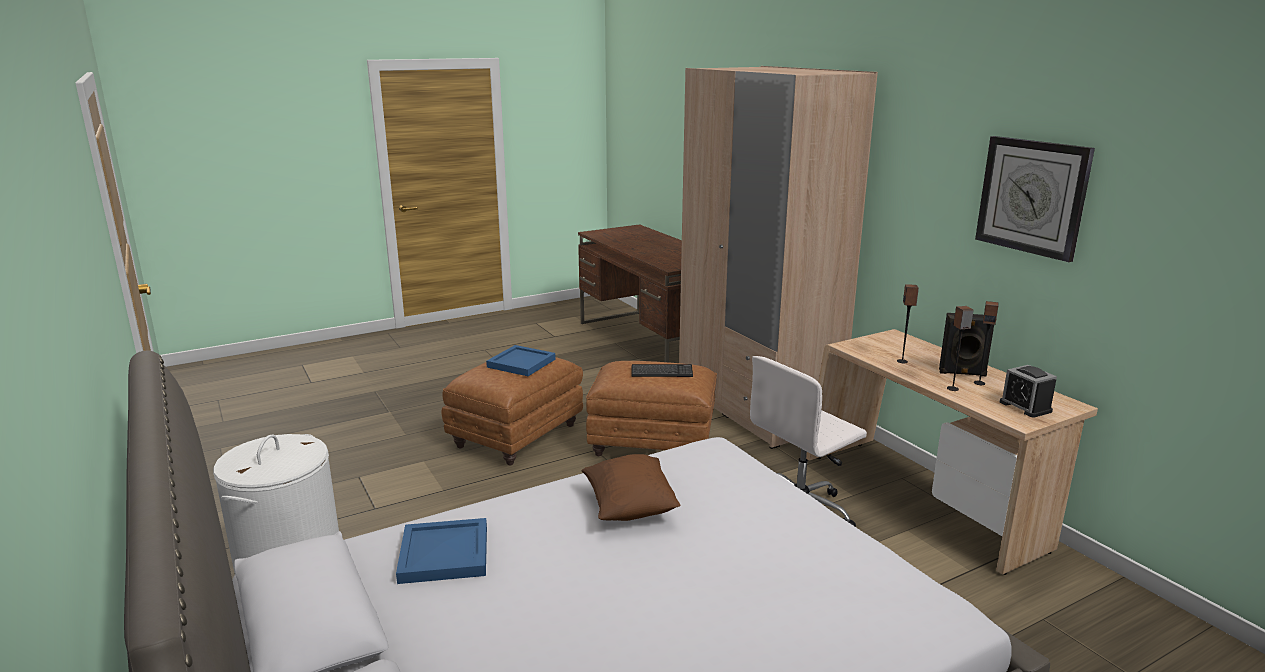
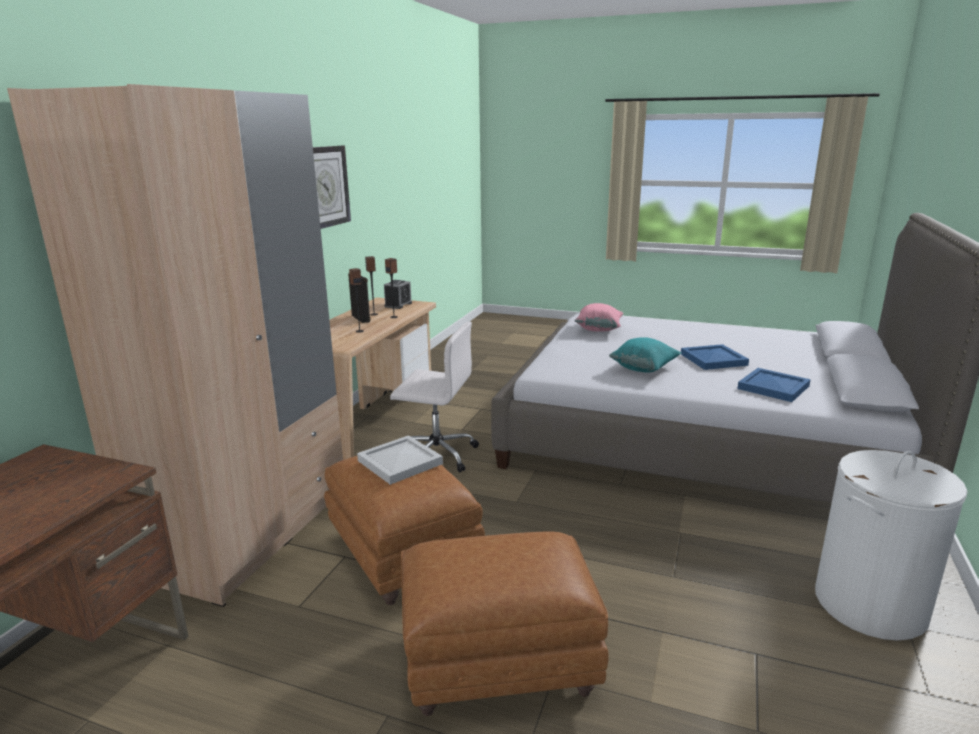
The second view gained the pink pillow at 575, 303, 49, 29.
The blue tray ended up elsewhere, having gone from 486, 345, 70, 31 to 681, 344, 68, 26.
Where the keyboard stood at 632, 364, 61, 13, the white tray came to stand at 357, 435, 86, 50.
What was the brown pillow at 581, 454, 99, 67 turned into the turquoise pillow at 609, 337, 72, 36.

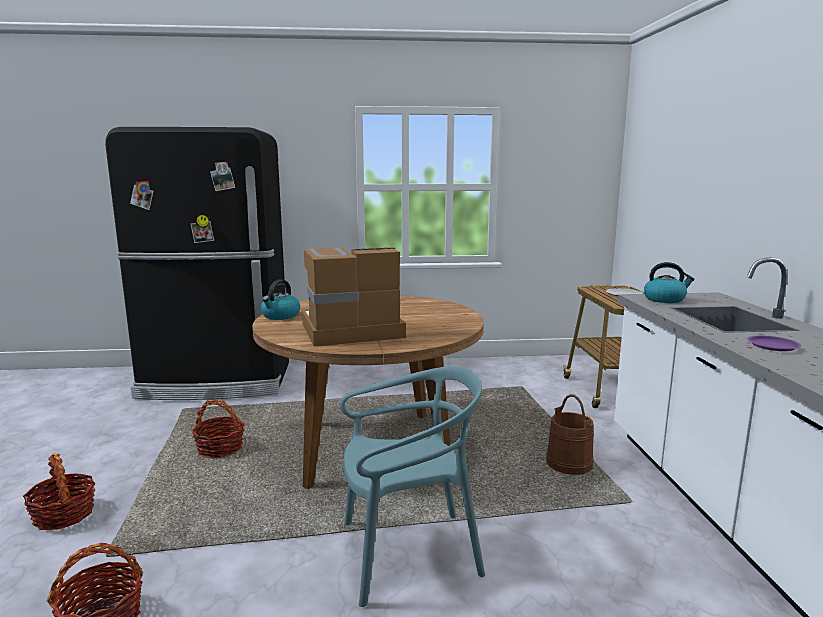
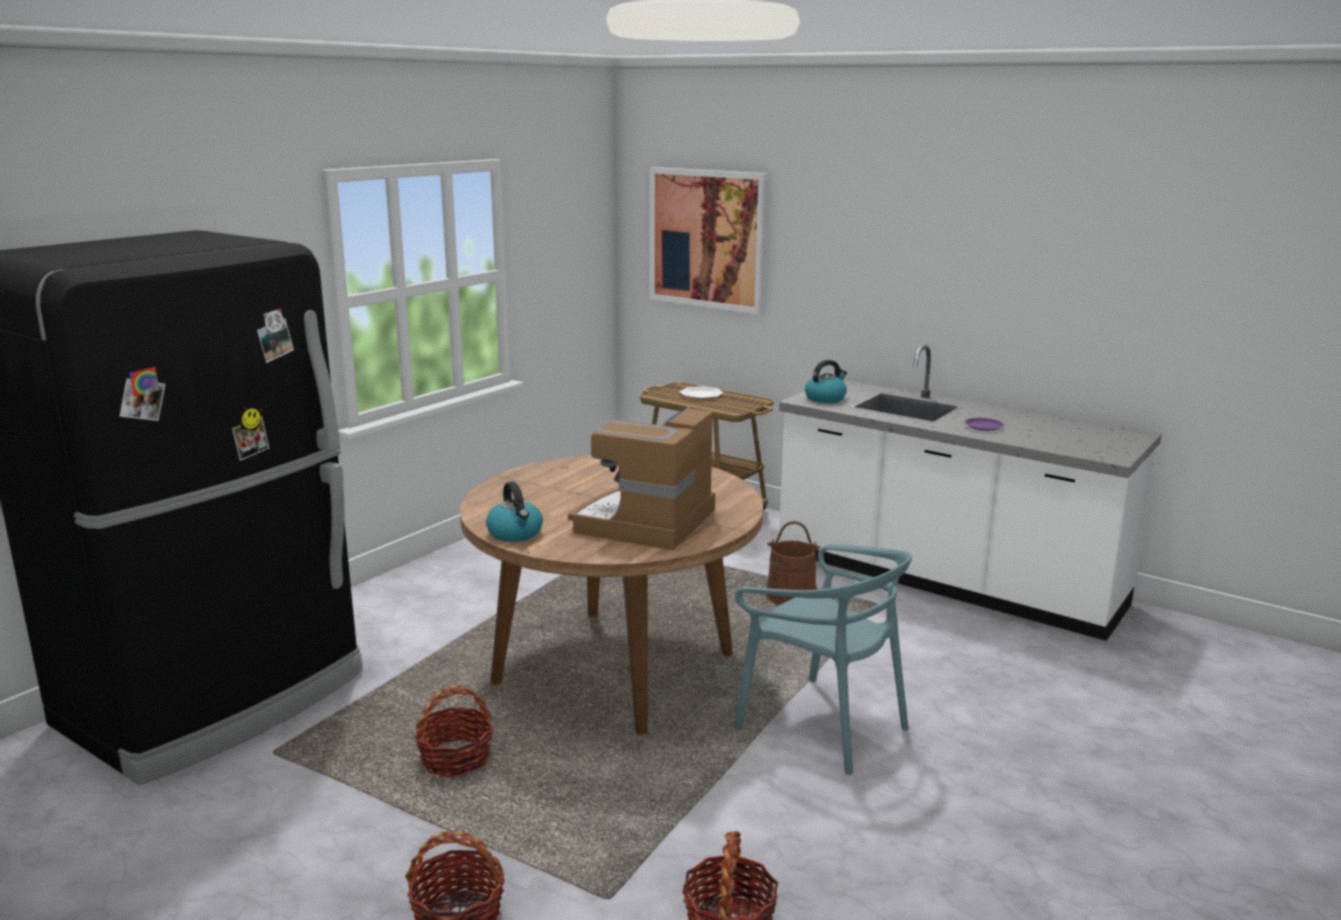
The second view gained the picture at 650, 167, 117, 147.
The turquoise chair at 340, 366, 145, 241 ended up facing another way, 105 degrees clockwise from before.

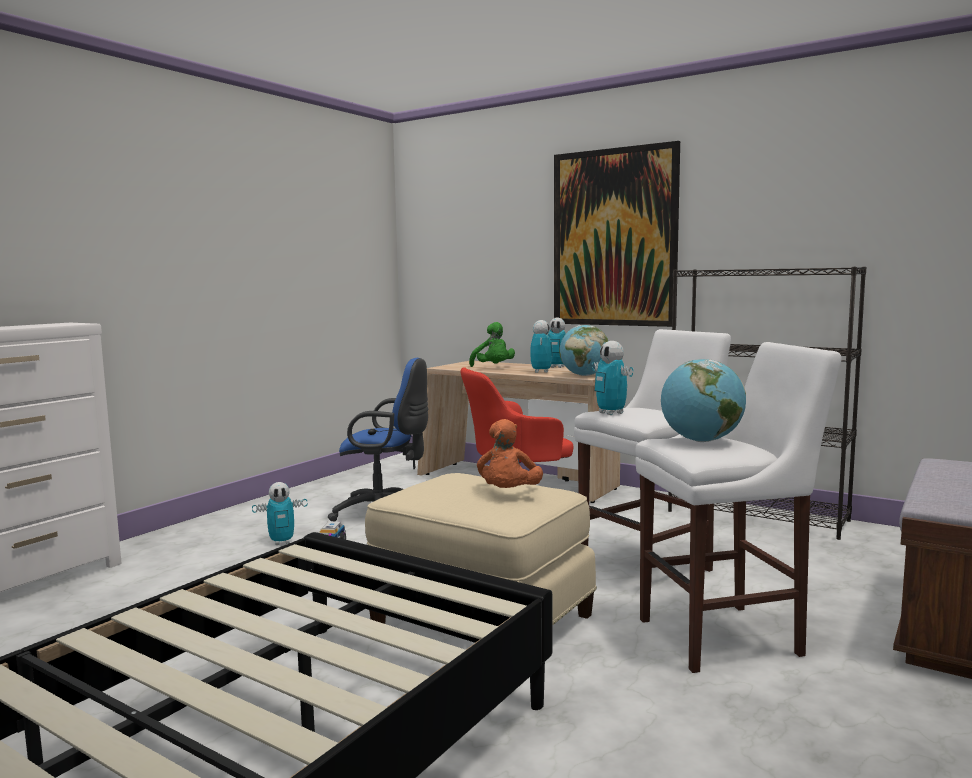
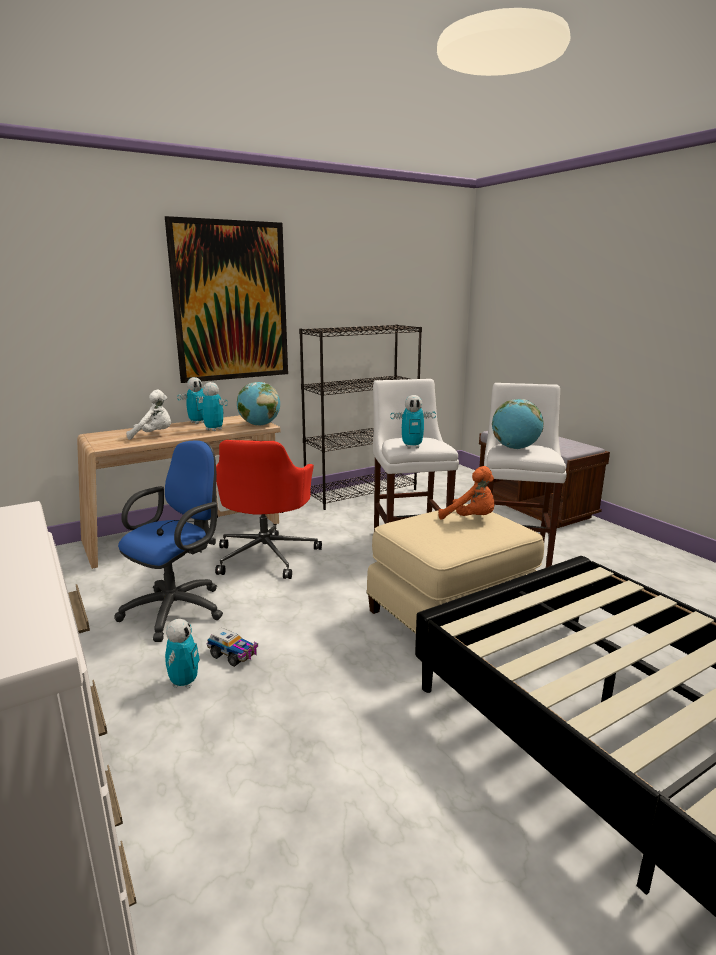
What was the green plush toy at 469, 322, 46, 45 turned into the white plush toy at 126, 389, 45, 51.

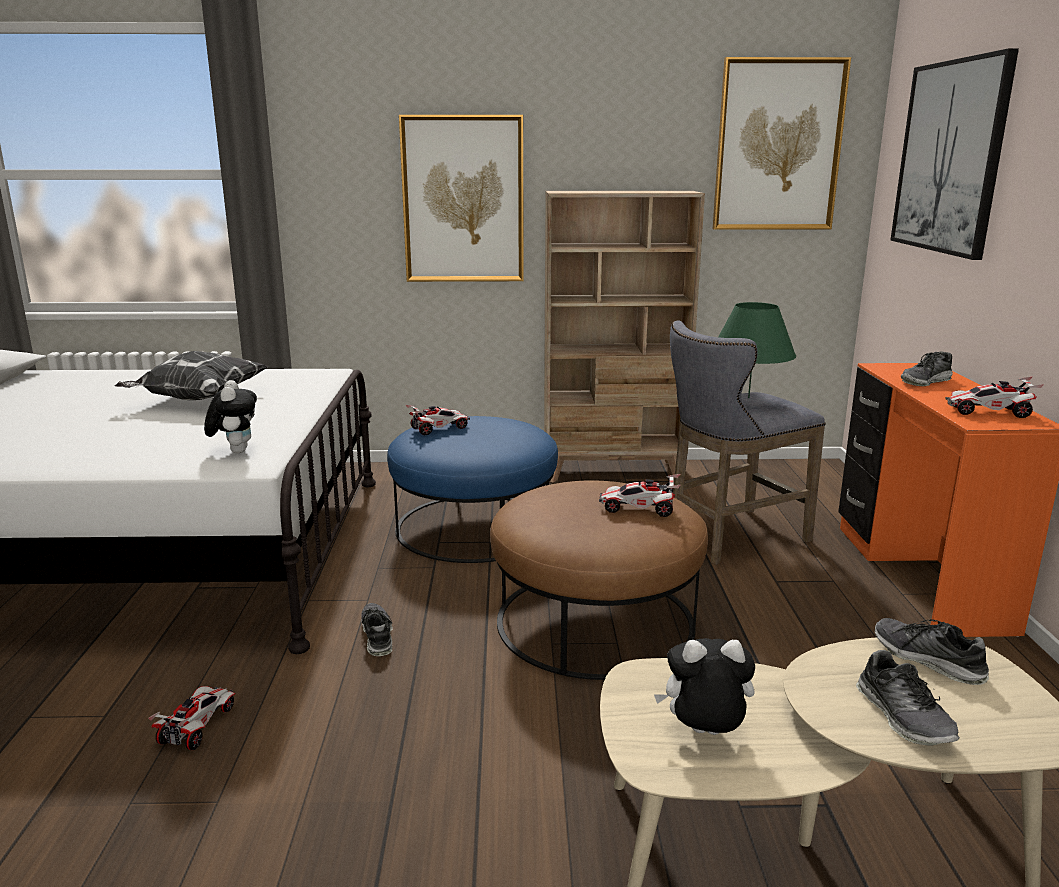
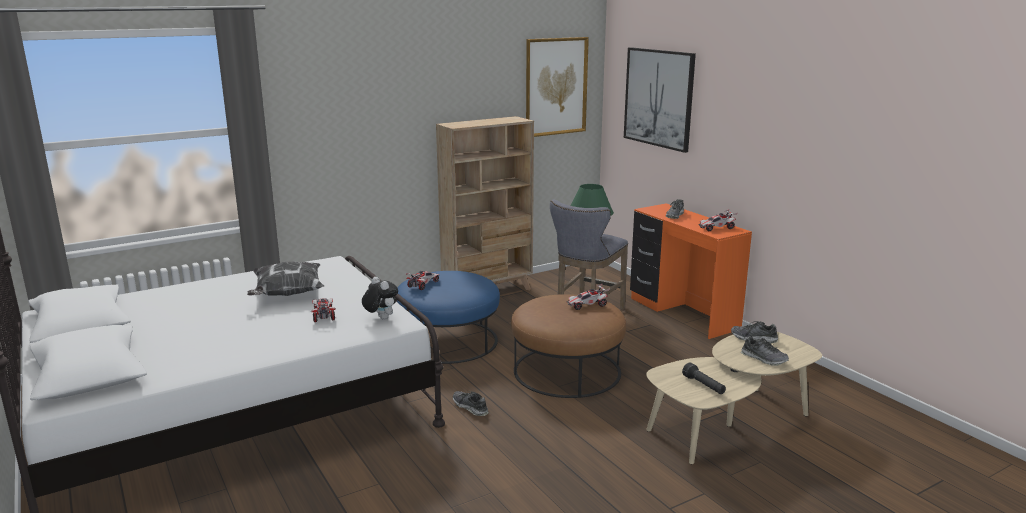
The second view lost the picture at 399, 115, 125, 167.
The toy car ended up elsewhere, having gone from 148, 686, 87, 64 to 311, 298, 25, 24.
Where the plush toy stood at 654, 638, 101, 97, the black flashlight came to stand at 682, 362, 44, 32.

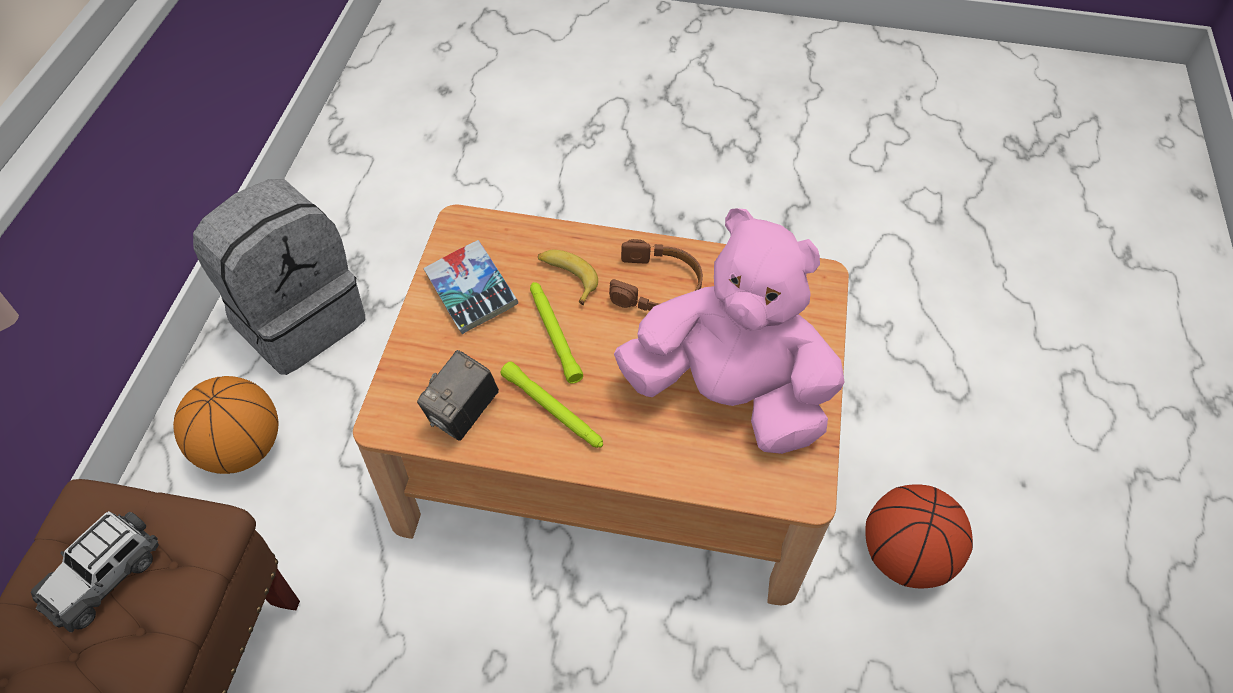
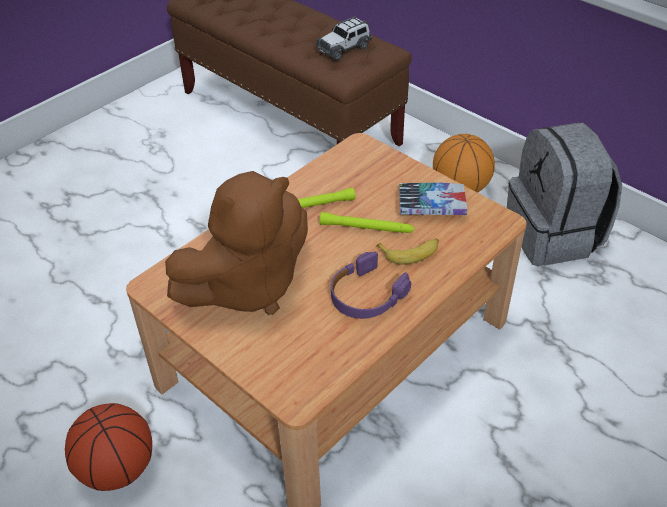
The second view lost the photo camera at 417, 350, 82, 91.
What was the brown headphones at 609, 239, 94, 72 turned into the purple headphones at 331, 251, 80, 68.
What was the pink plush toy at 614, 208, 231, 246 turned into the brown plush toy at 165, 171, 143, 144.
The toy car at 31, 511, 128, 121 ended up facing another way, 105 degrees counterclockwise from before.

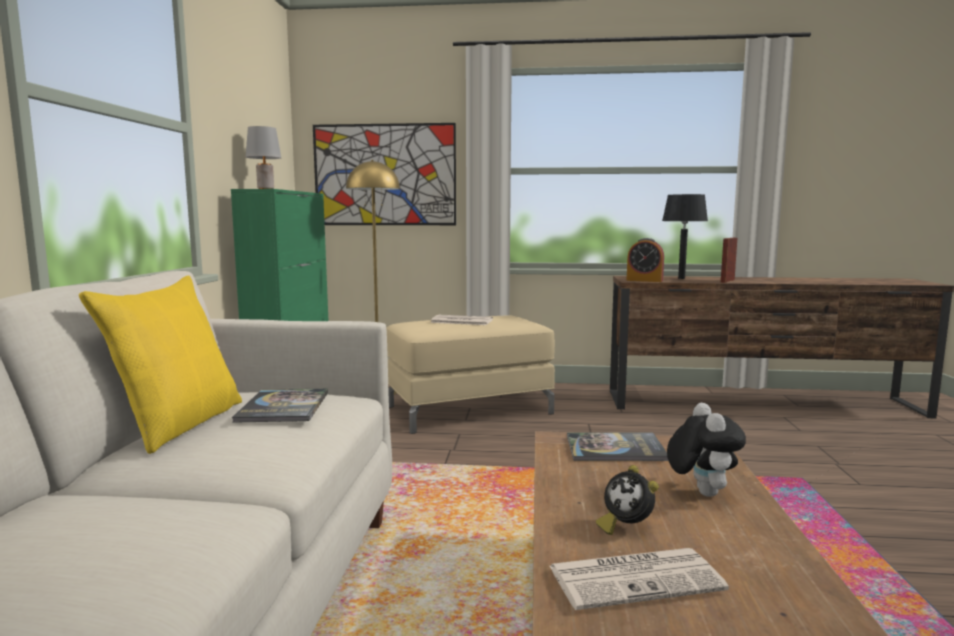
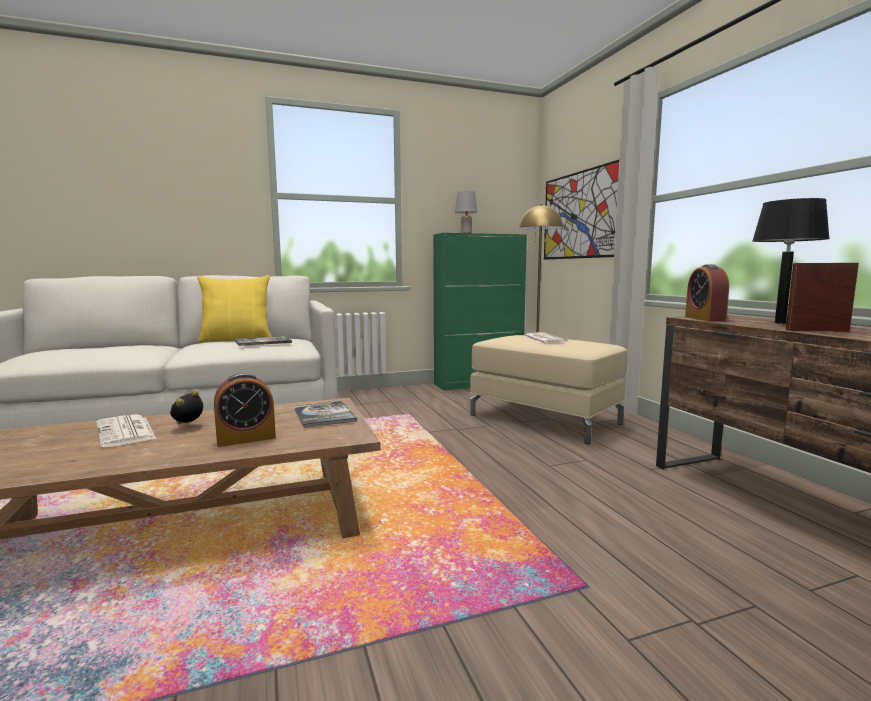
Where the plush toy stood at 667, 403, 79, 94, the alarm clock came to stand at 214, 373, 62, 74.

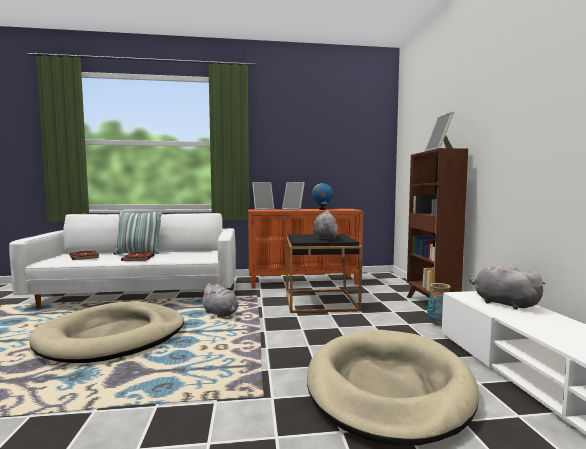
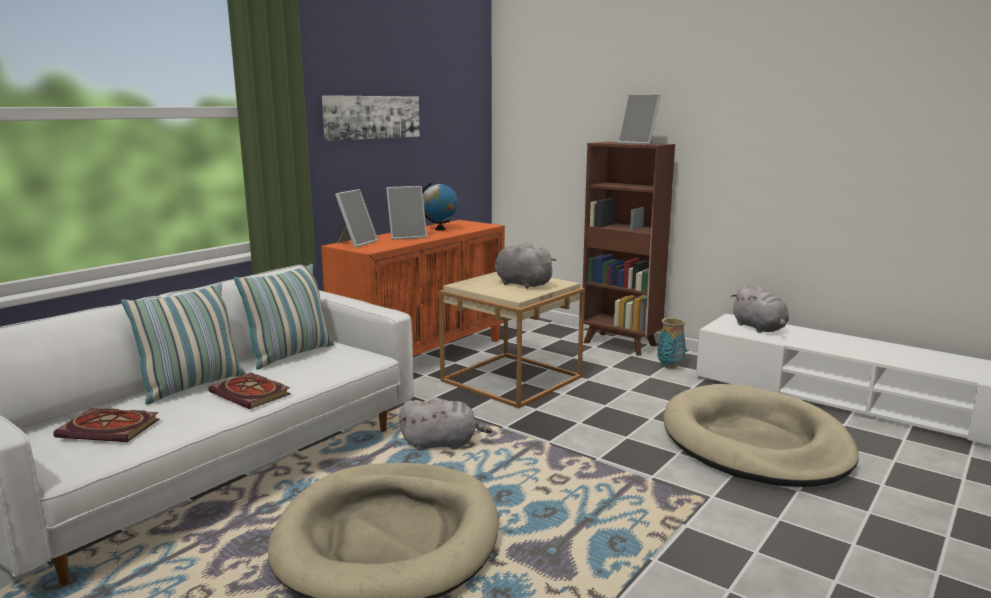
The second view gained the pillow at 234, 264, 100, 106.
The second view gained the picture at 322, 95, 98, 46.
What was the black side table at 286, 234, 76, 79 turned into the beige side table at 438, 272, 147, 136.
The grey plush toy at 469, 264, 77, 46 ended up facing another way, 120 degrees counterclockwise from before.

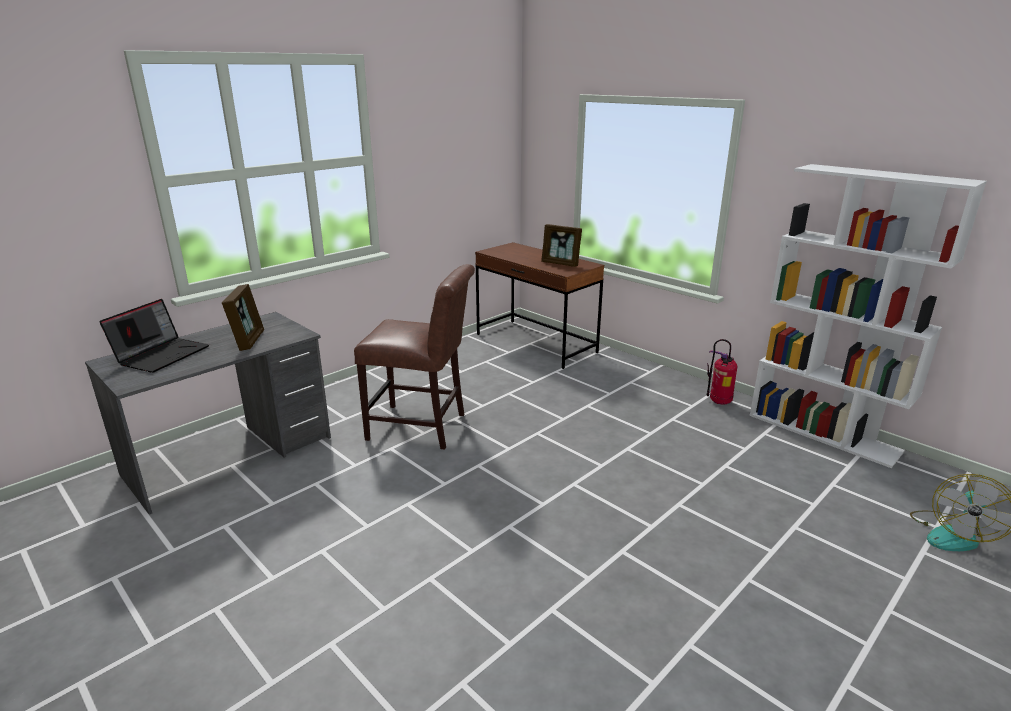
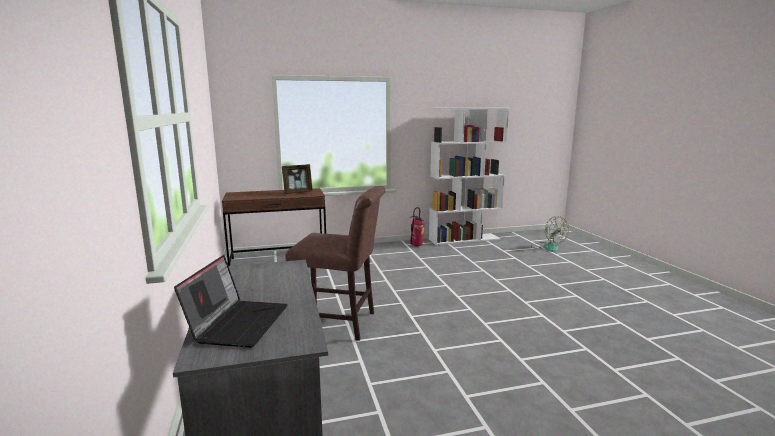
The second view lost the picture frame at 222, 284, 42, 67.
The laptop at 100, 299, 109, 74 ended up facing another way, 45 degrees clockwise from before.
The brown chair at 354, 264, 121, 186 ended up facing another way, 60 degrees clockwise from before.

